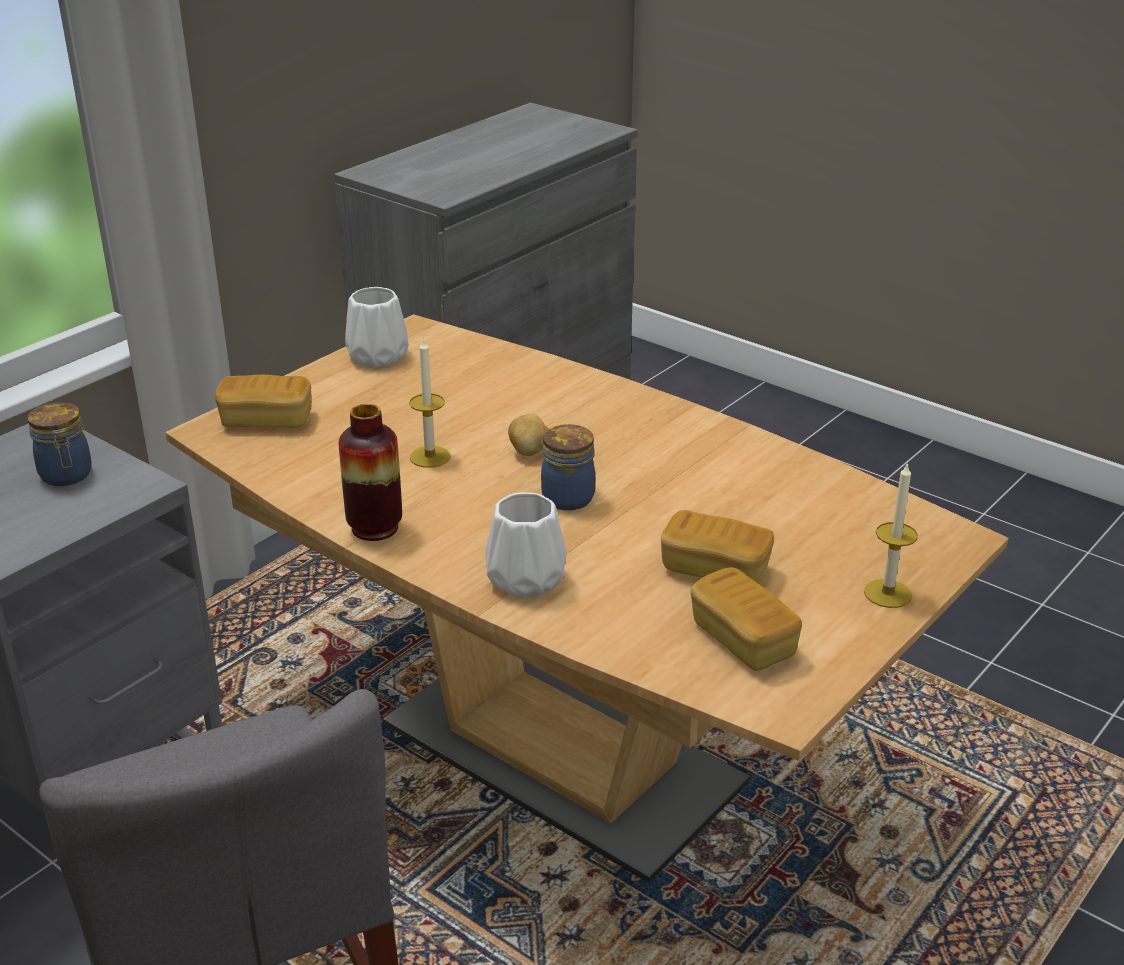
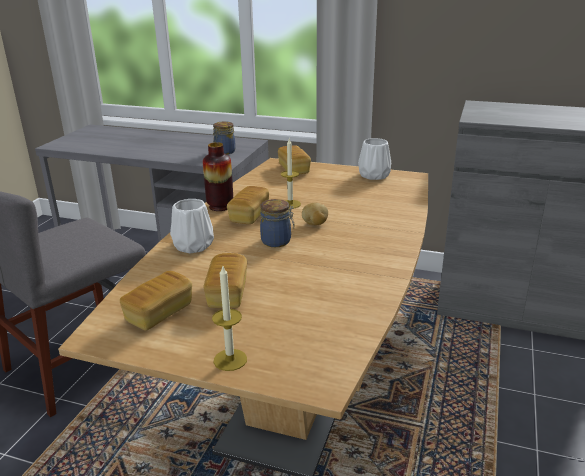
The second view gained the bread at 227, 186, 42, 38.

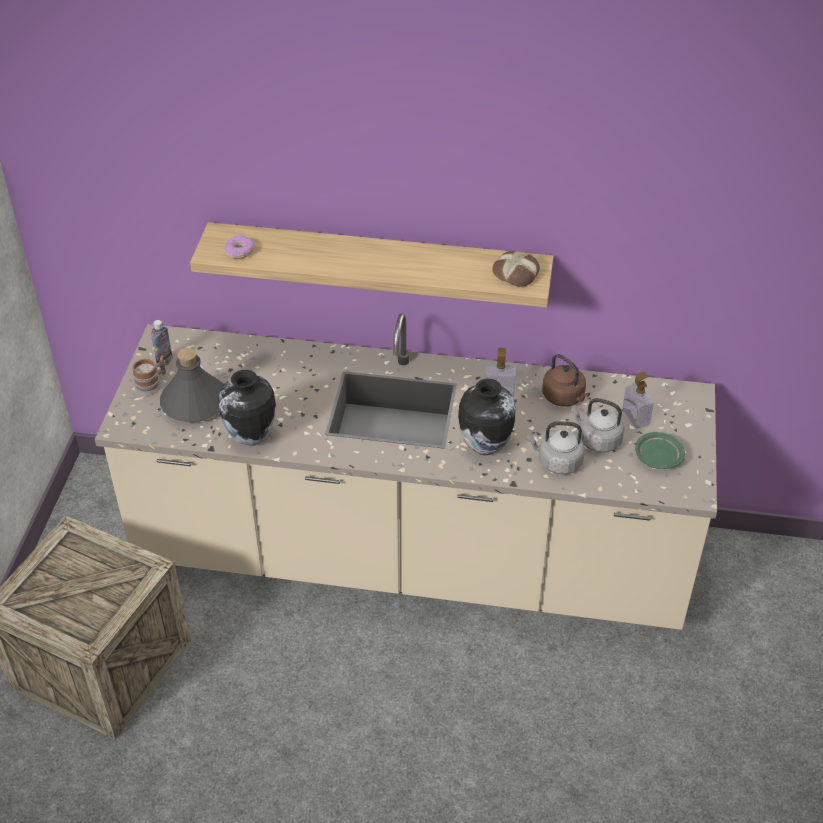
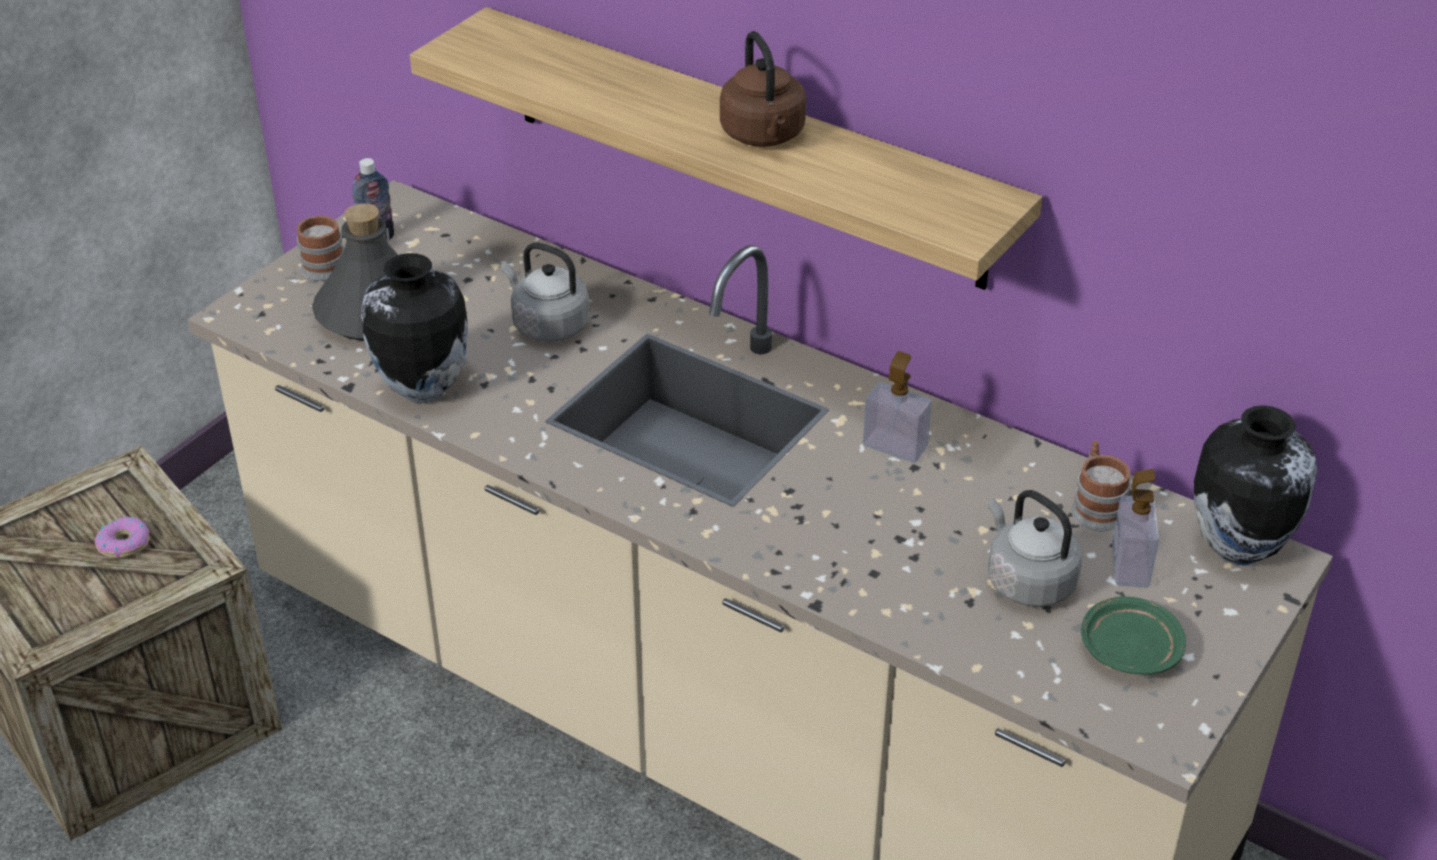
The second view lost the bread at 492, 251, 48, 36.
The second view gained the mug at 1071, 441, 60, 90.
The donut ended up elsewhere, having gone from 224, 236, 31, 23 to 95, 517, 55, 42.
The vase ended up elsewhere, having gone from 458, 379, 58, 76 to 1194, 405, 123, 160.
The grey kettle ended up elsewhere, having gone from 527, 421, 58, 53 to 501, 242, 89, 100.
The brown kettle ended up elsewhere, having gone from 542, 354, 48, 53 to 720, 31, 86, 116.

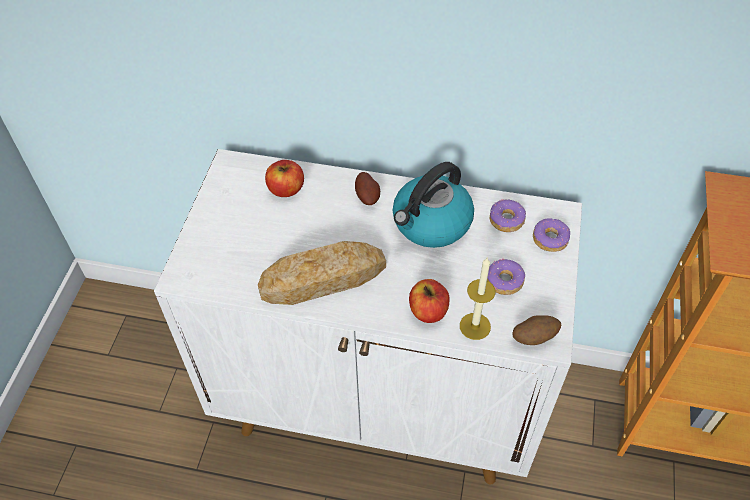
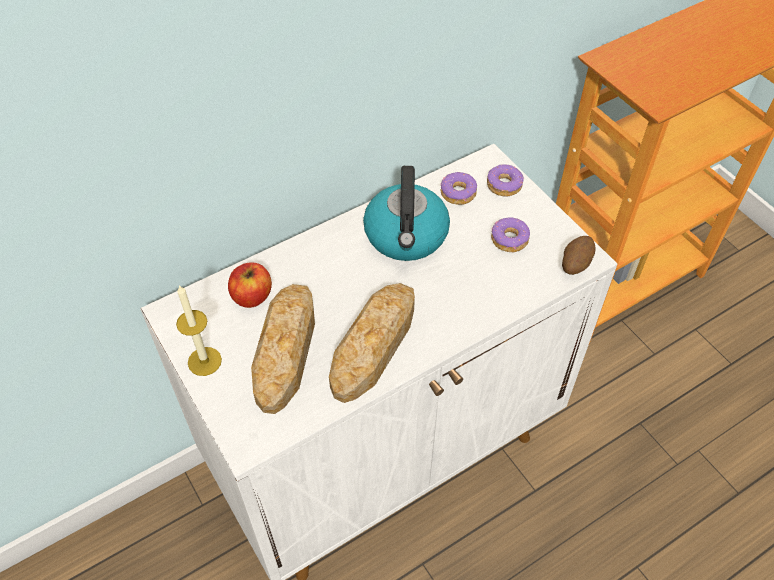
The second view lost the potato at 355, 172, 25, 33.
The second view lost the apple at 409, 279, 40, 44.
The second view gained the bread at 251, 284, 64, 130.
The candle ended up elsewhere, having gone from 460, 257, 36, 83 to 176, 285, 46, 91.

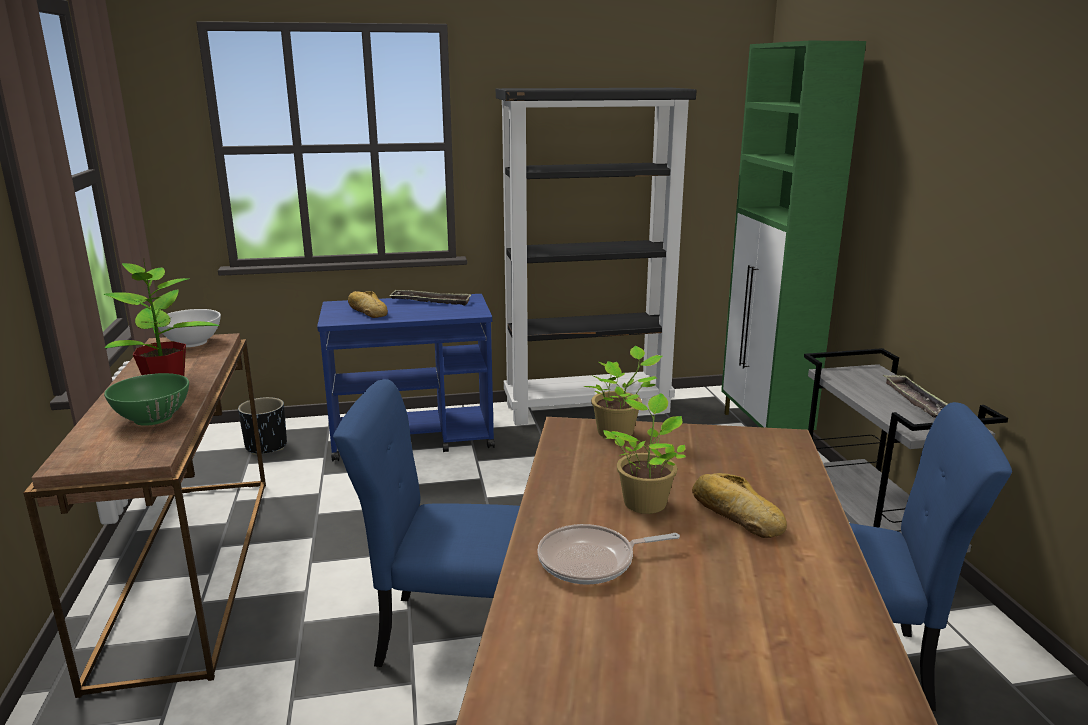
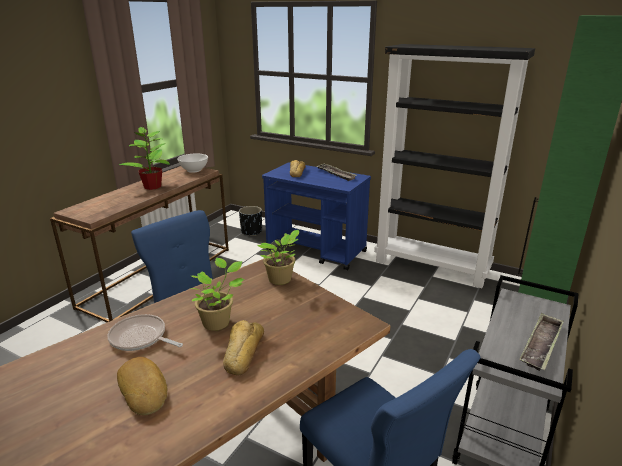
The second view lost the green bowl at 104, 373, 85, 53.
The second view gained the bread at 117, 357, 50, 58.

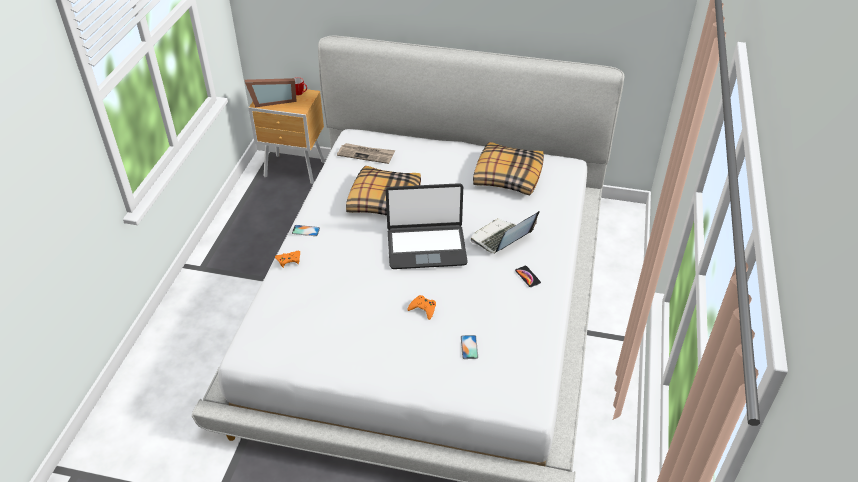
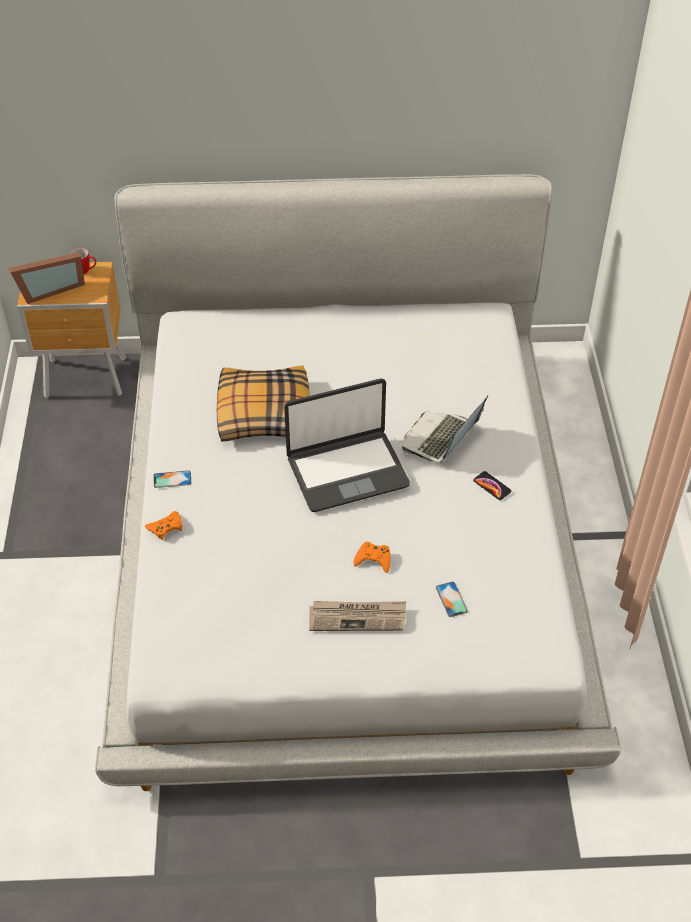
The second view lost the pillow at 473, 142, 71, 54.
The newspaper ended up elsewhere, having gone from 337, 143, 58, 21 to 309, 601, 97, 30.

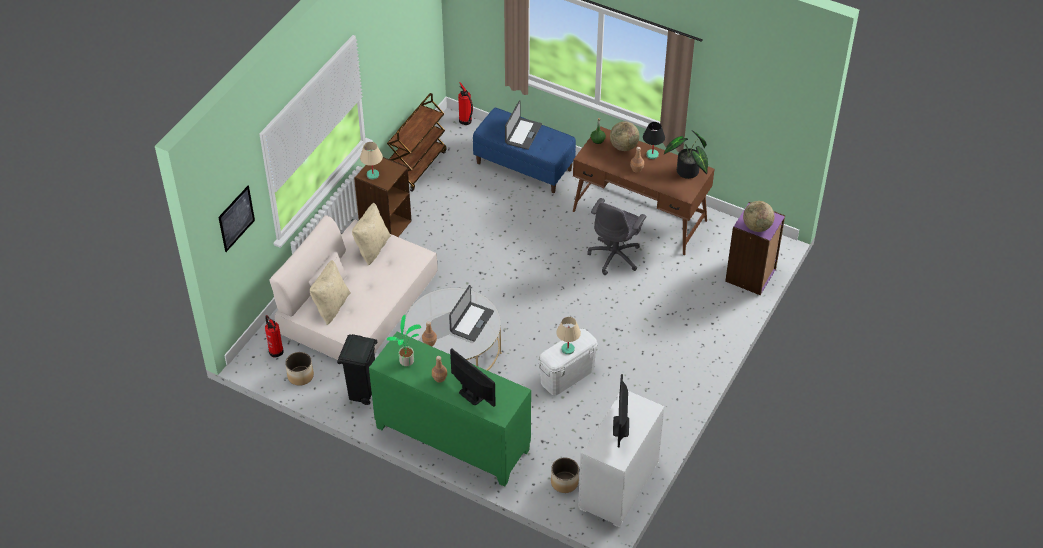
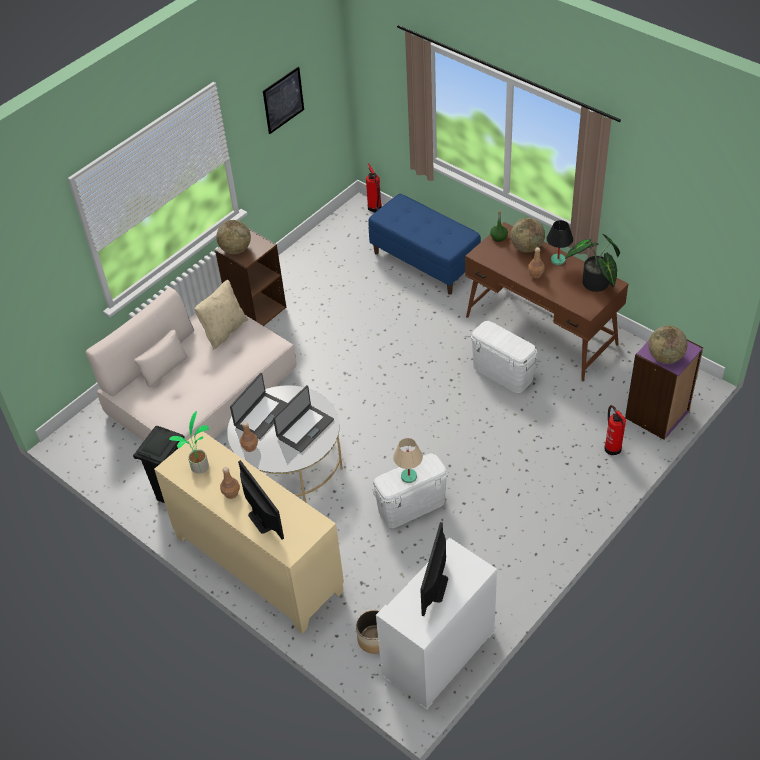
The second view lost the planter at 285, 352, 29, 34.
The second view lost the beige pillow at 310, 260, 41, 65.
The second view lost the brown cart at 387, 93, 60, 99.
The picture ended up elsewhere, having gone from 218, 186, 37, 66 to 263, 67, 41, 67.
The fire extinguisher ended up elsewhere, having gone from 265, 315, 19, 43 to 604, 405, 22, 51.
The laptop ended up elsewhere, having gone from 505, 100, 37, 50 to 230, 373, 58, 66.
Where the beige table lamp stood at 360, 142, 23, 38, the globe came to stand at 216, 220, 35, 34.
Where the grey office chair stood at 587, 198, 59, 77, the white storage box came to stand at 471, 321, 66, 72.
What was the green cabinet at 369, 332, 162, 155 turned into the beige cabinet at 154, 432, 190, 201.

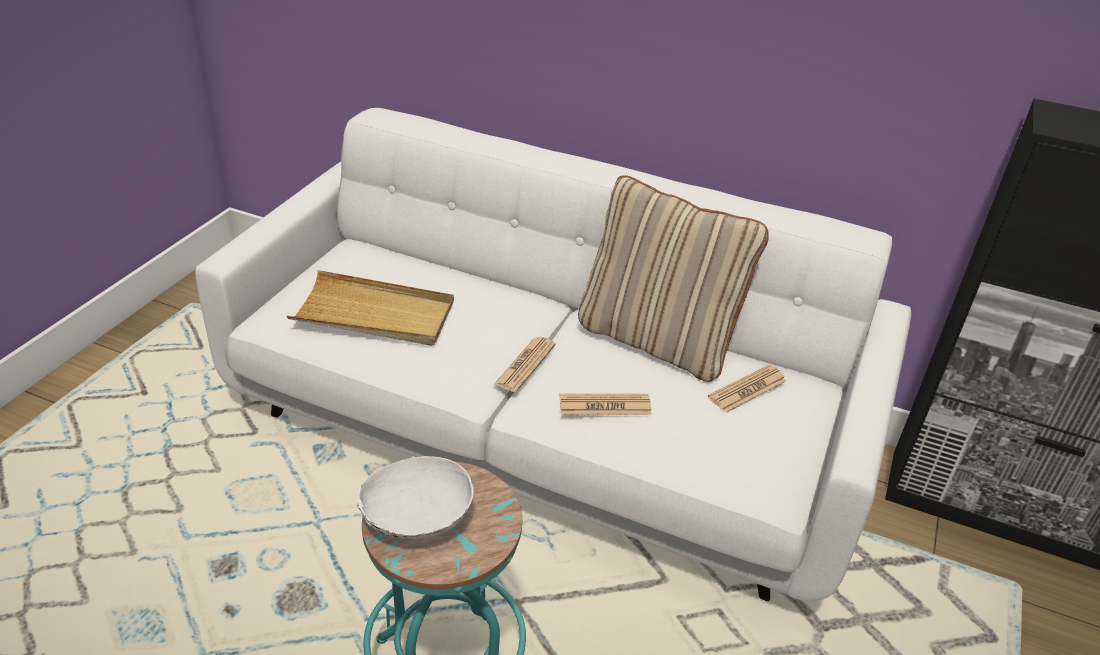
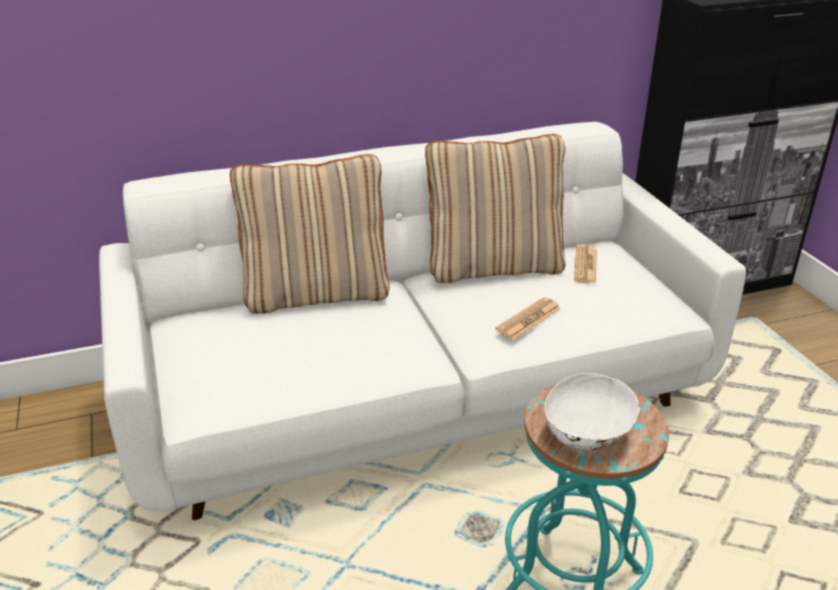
The second view lost the beige tray at 287, 270, 167, 76.
The second view lost the newspaper at 494, 337, 62, 55.
The second view gained the beige pillow at 230, 154, 160, 160.

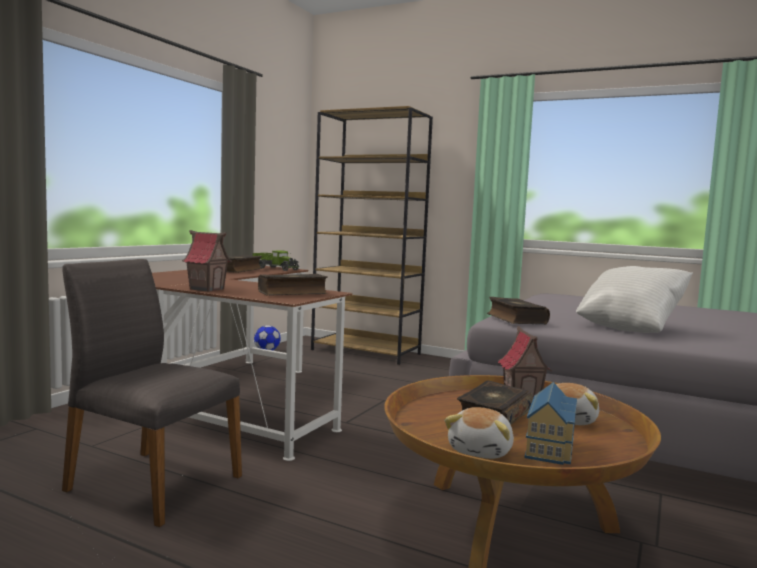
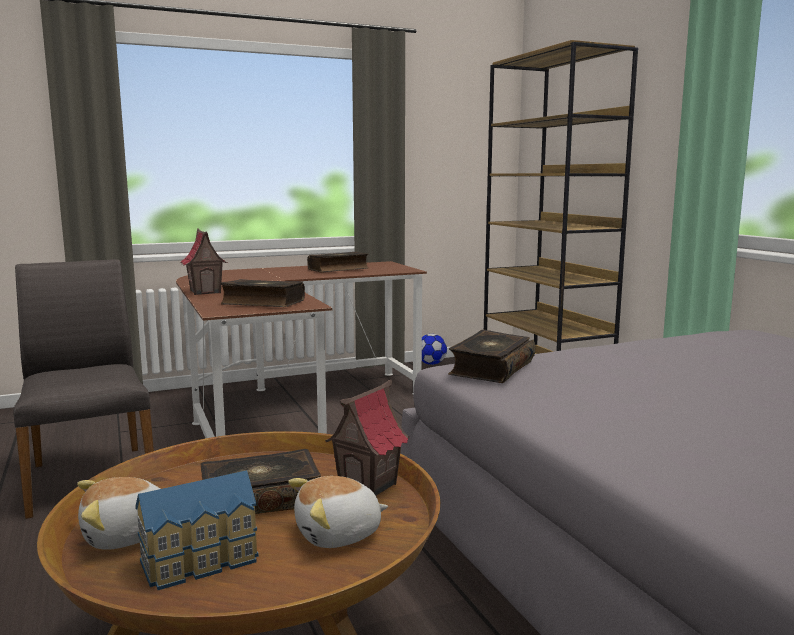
The second view lost the toy truck at 252, 250, 47, 21.
The second view lost the white pillow at 576, 266, 117, 67.

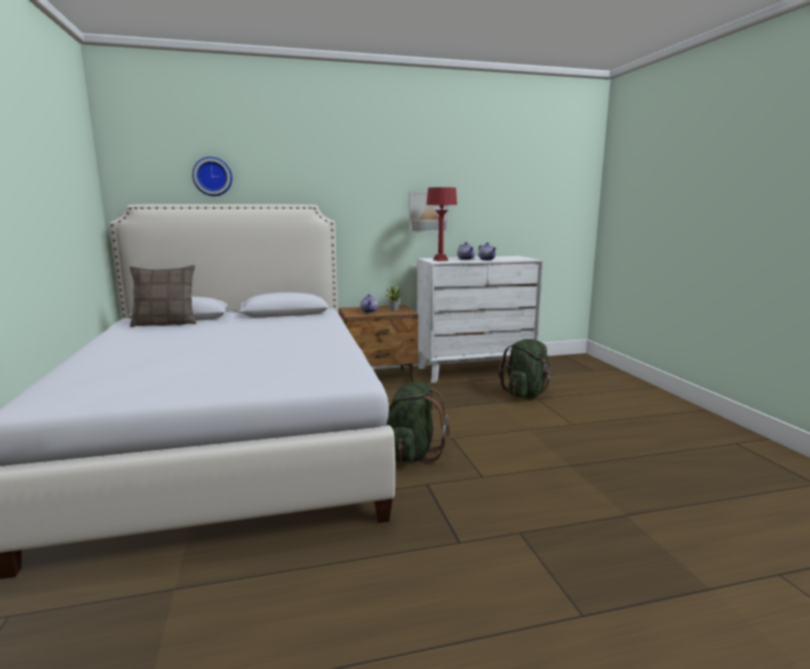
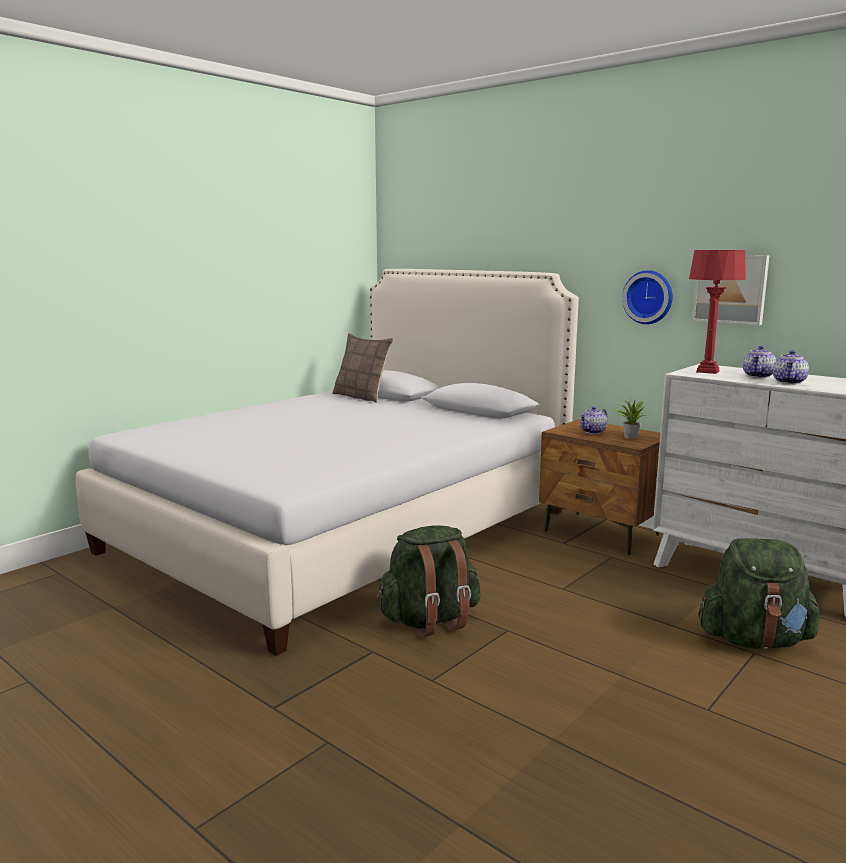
The wall clock ended up elsewhere, having gone from 192, 157, 40, 39 to 622, 270, 51, 54.

